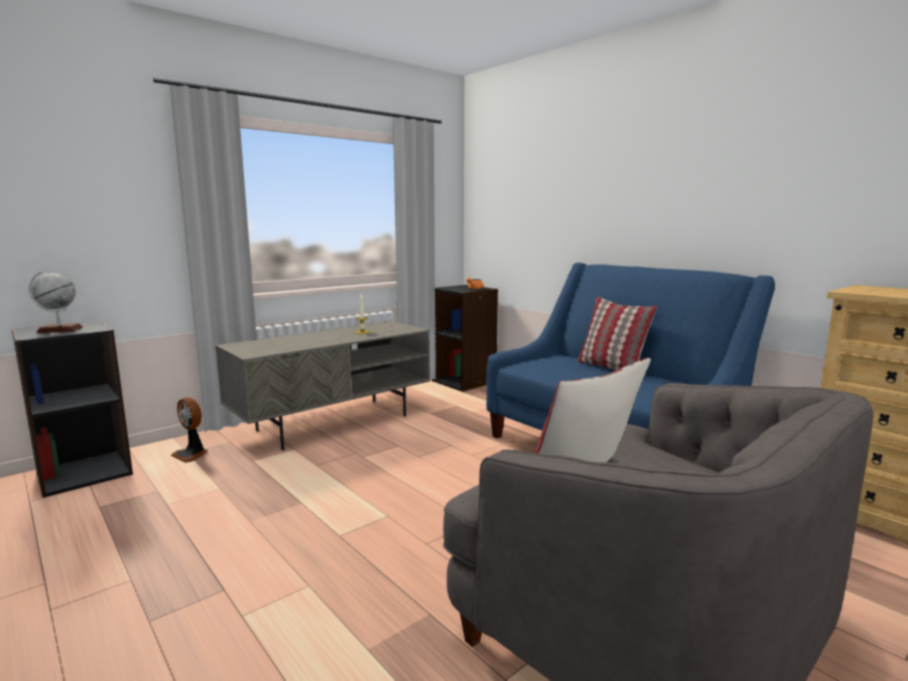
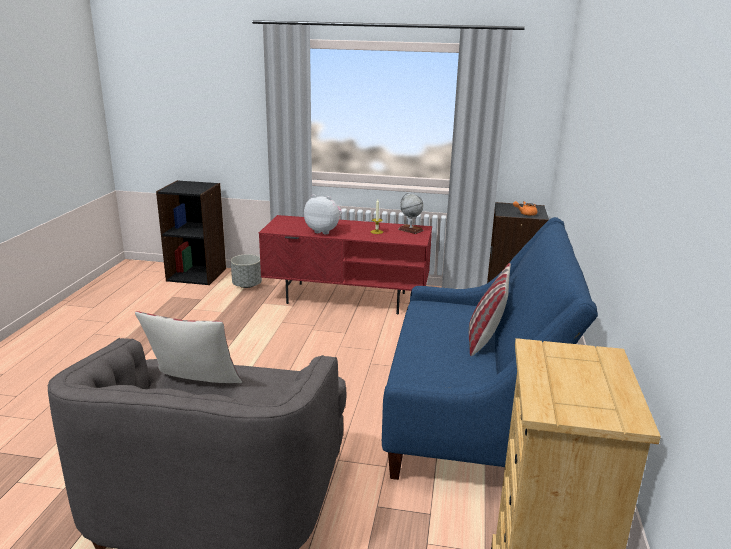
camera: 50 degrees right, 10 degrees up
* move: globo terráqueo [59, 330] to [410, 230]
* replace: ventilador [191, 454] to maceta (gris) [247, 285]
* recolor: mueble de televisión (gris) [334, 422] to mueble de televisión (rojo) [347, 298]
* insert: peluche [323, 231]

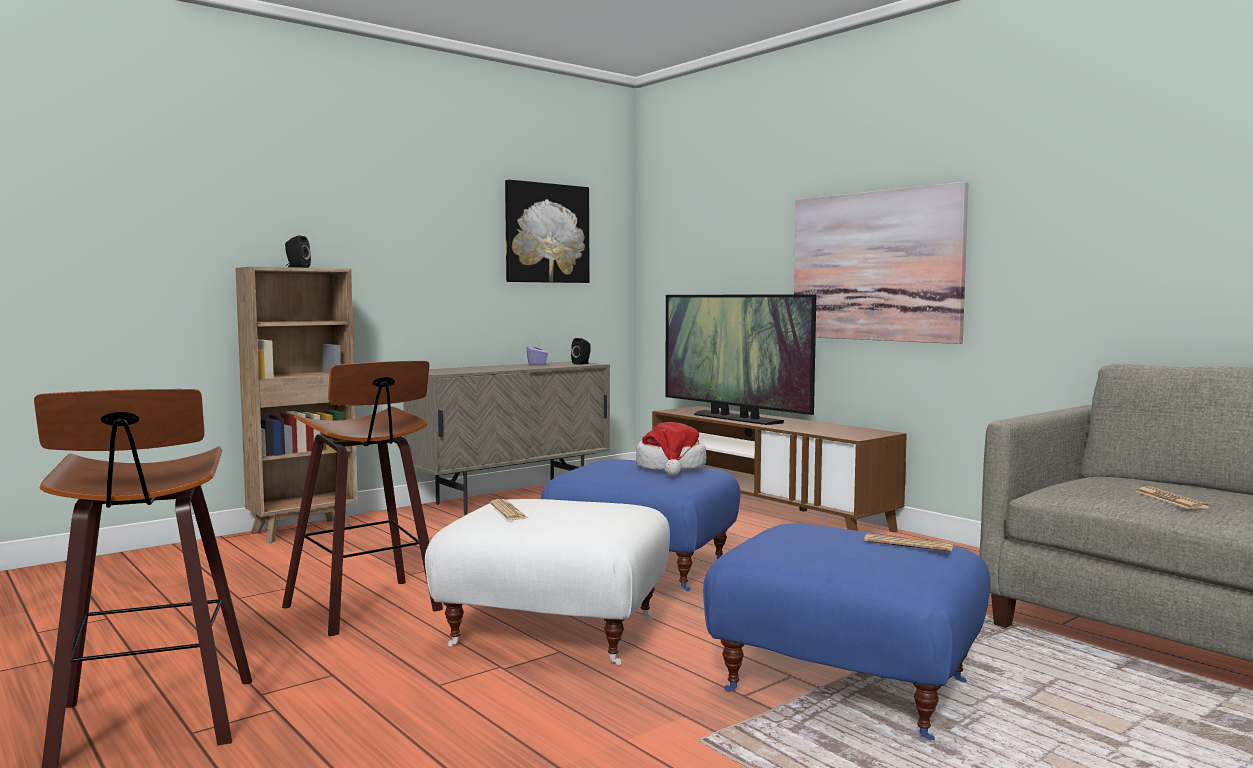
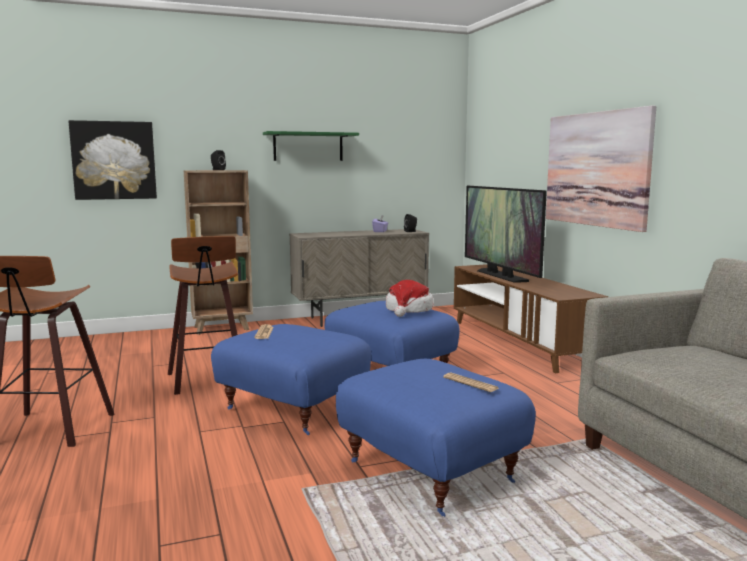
camera: 20 degrees right, 5 degrees up
* recolor: puf (blanco) [552, 633] to puf (azul) [291, 410]
* move: cuadro [546, 233] to [114, 160]
* delete: periódico [1170, 500]
* insert: estante (verde) [308, 146]

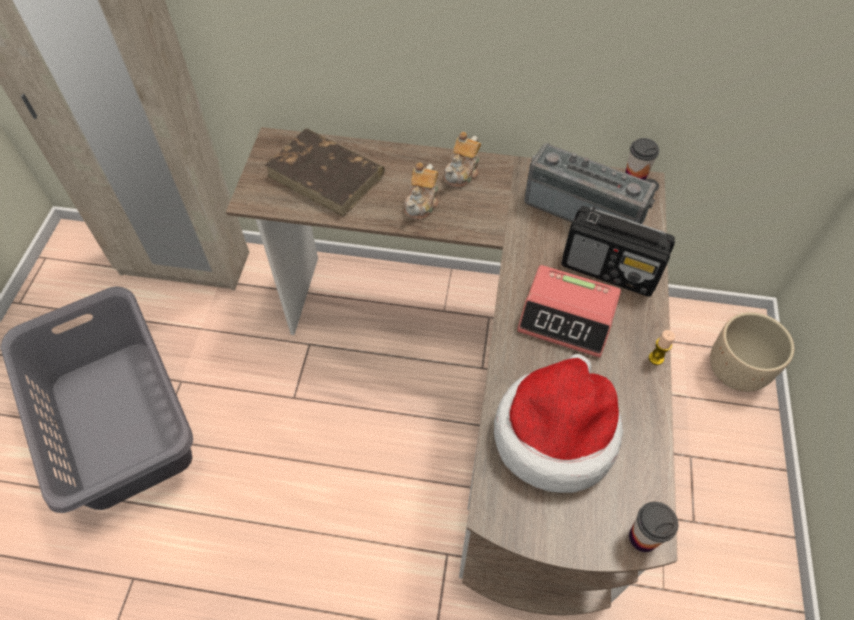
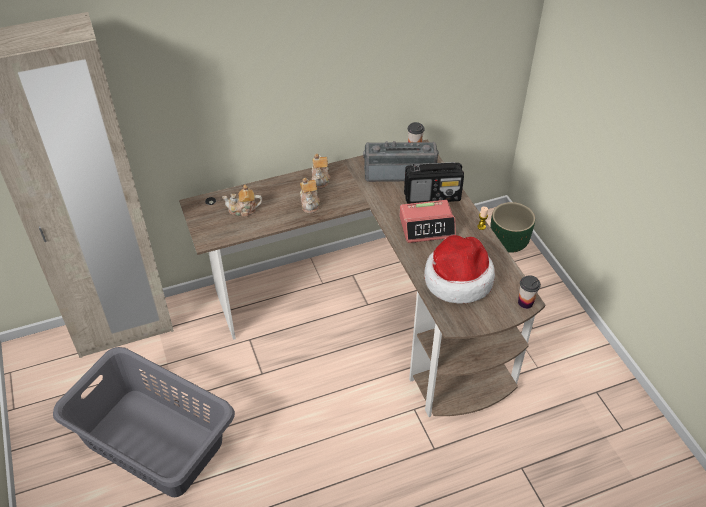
camera: 30 degrees left, 10 degrees down
* replace: libro (marrón) [327, 175] to tetera [243, 210]
* recolor: maceta (beis) [737, 370] to maceta (verde) [508, 243]

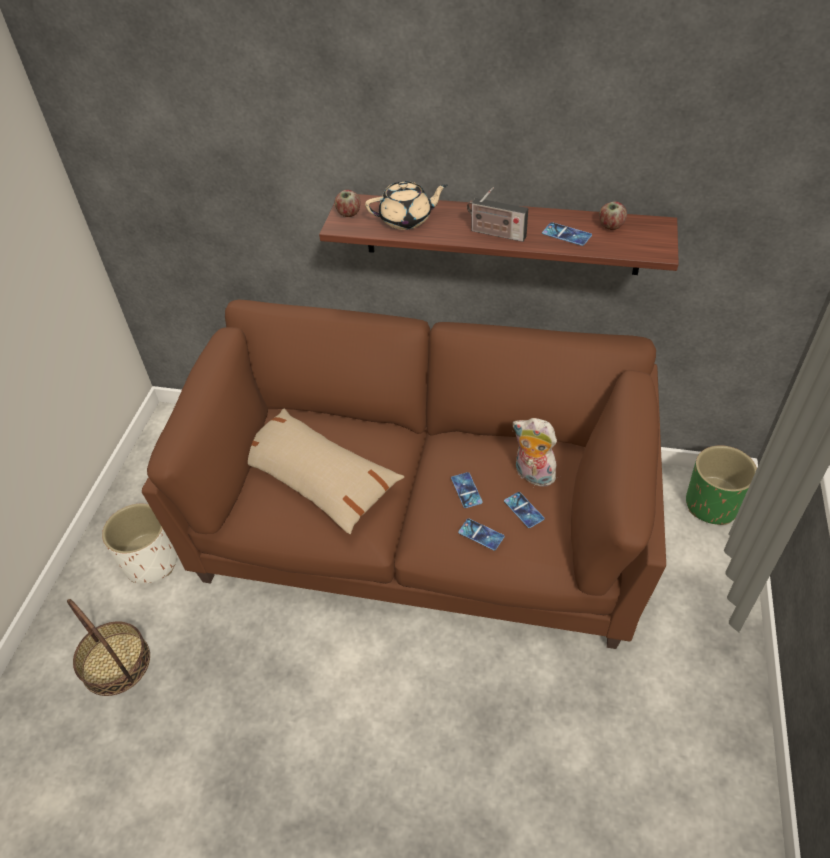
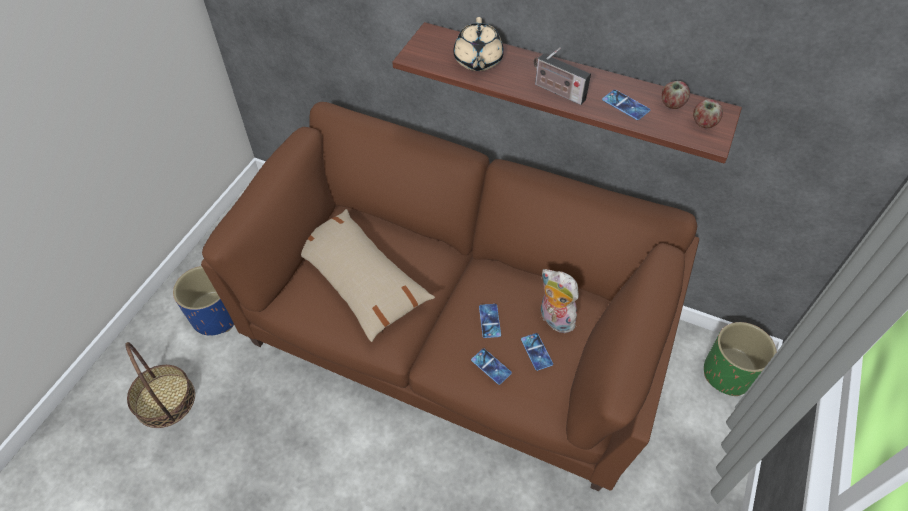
camera: 10 degrees right, 5 degrees up
* recolor: maceta (blanco) [151, 562] to maceta (azul) [216, 316]
* move: manzana [348, 214] to [703, 123]
* rotate: tetera (beis) [406, 219] = [477, 61] 90 degrees clockwise

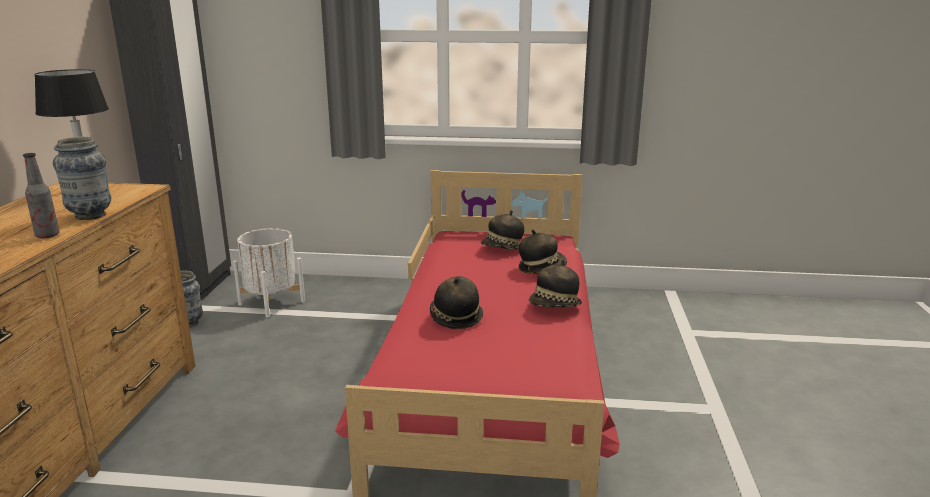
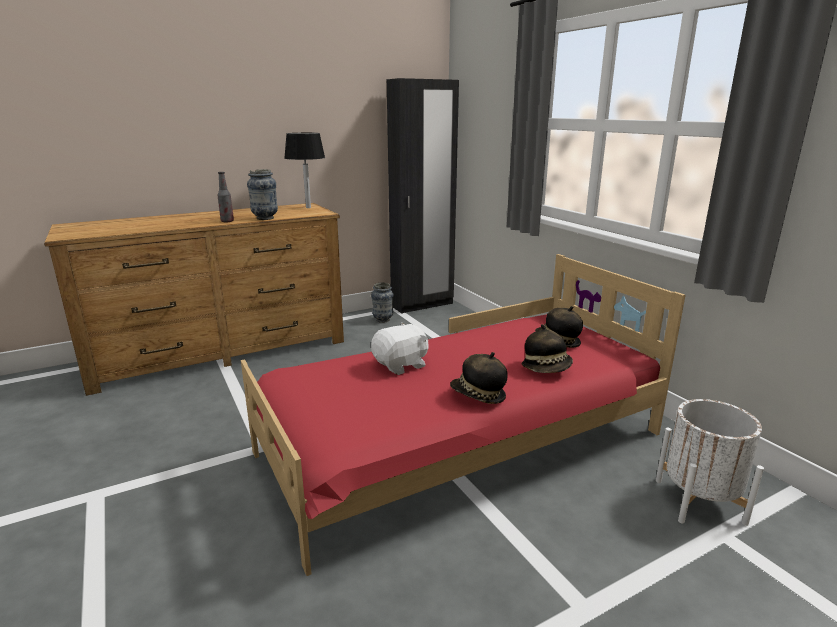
camera: 55 degrees right, 0 degrees up
* move: maceta (blanco) [272, 303] to [699, 501]
* replace: sombrero [455, 317] to peluche (blanco) [401, 365]

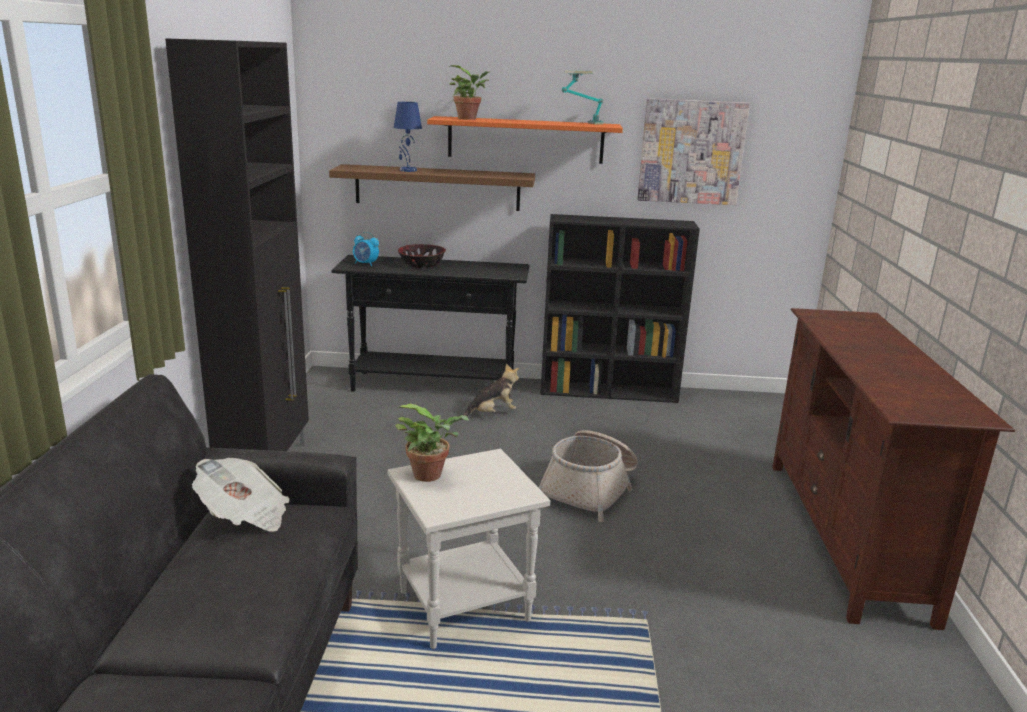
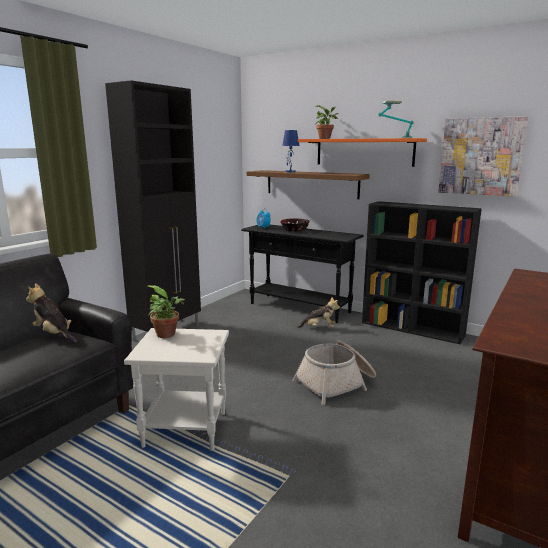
camera: 30 degrees right, 5 degrees down
* replace: periódico [245, 515] to peluche [54, 334]

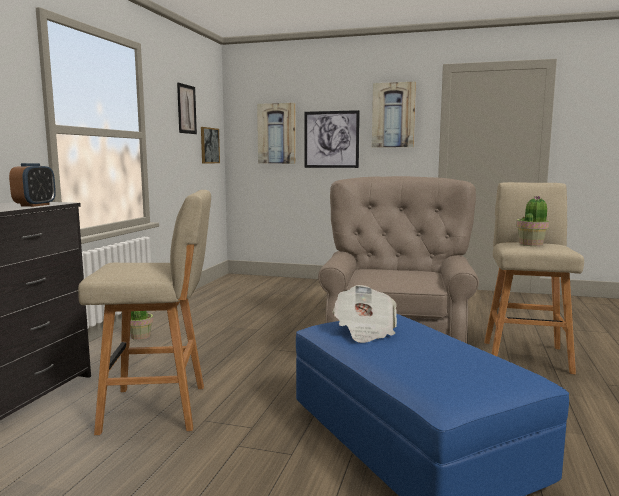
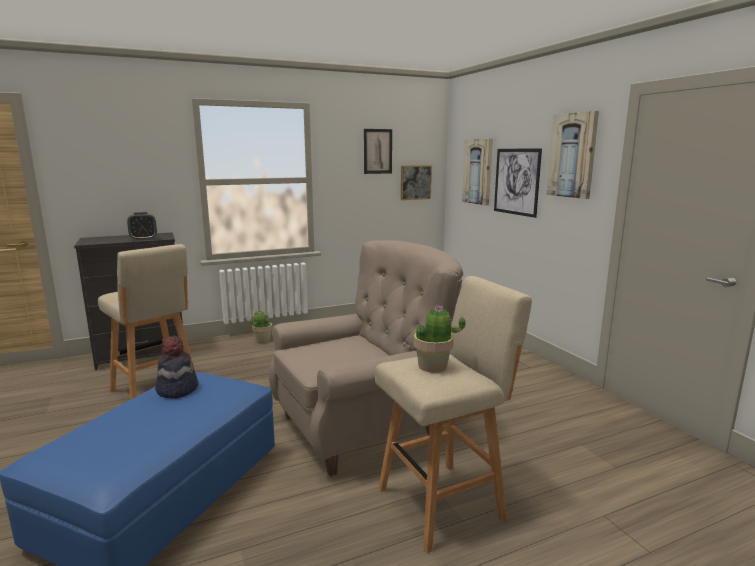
camera: 50 degrees right, 5 degrees up
* replace: periódico [365, 331] to sombrero [177, 389]

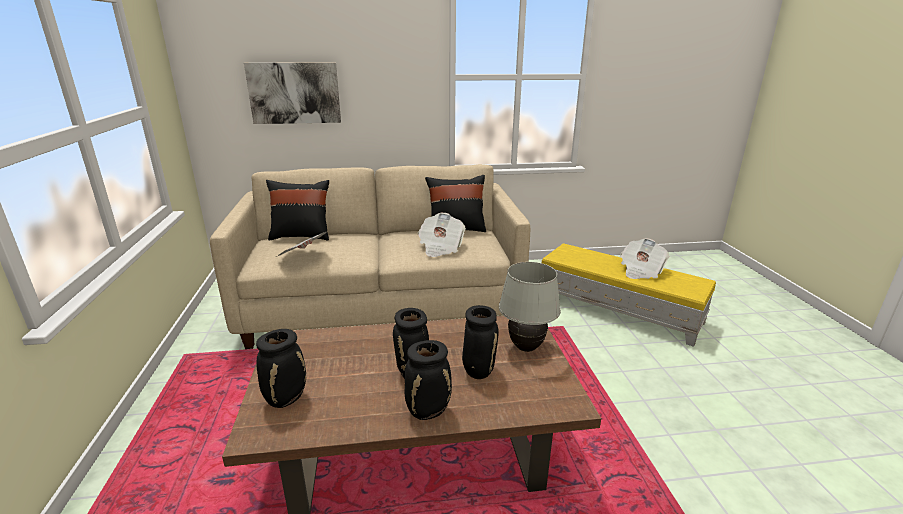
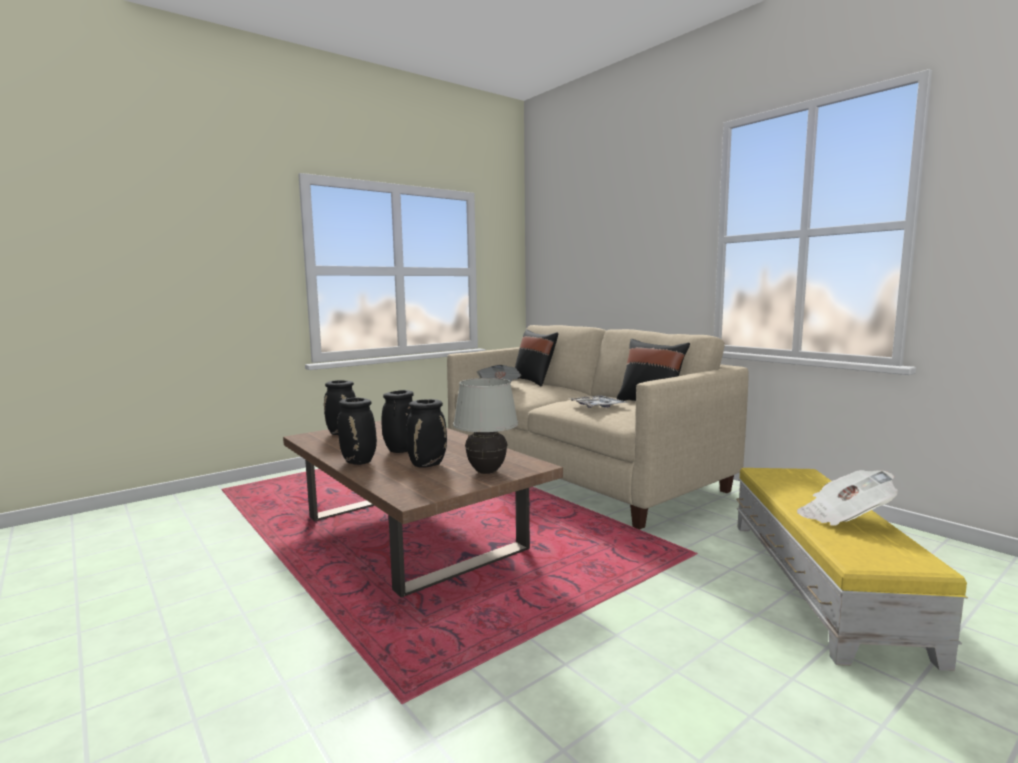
camera: 60 degrees right, 15 degrees down
* delete: cuadro [294, 93]
* replace: periódico [440, 247] to bandeja [597, 407]

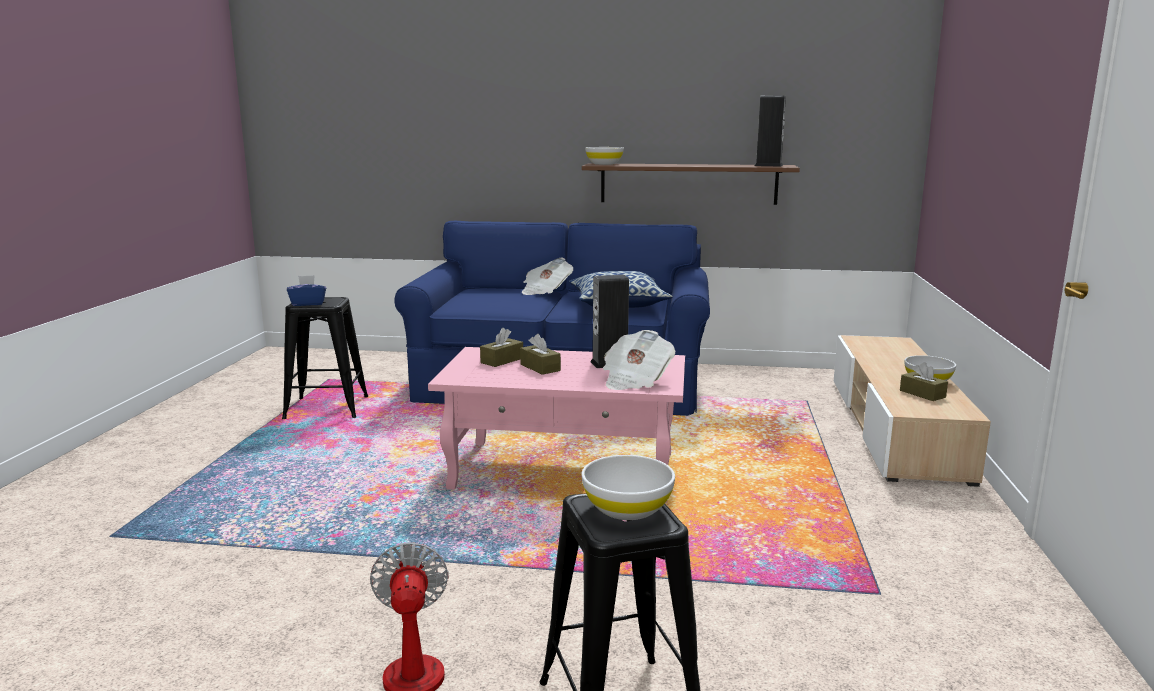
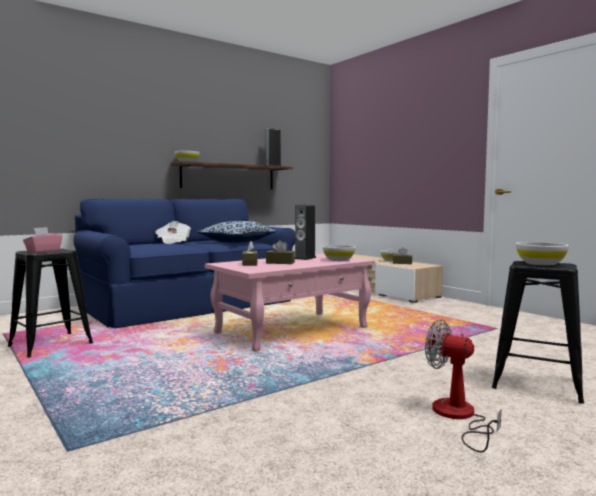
camera: 45 degrees left, 10 degrees down
* recolor: caja de pañuelos (azul) [308, 303] to caja de pañuelos (rosa) [43, 251]
* replace: periódico [635, 380] to cuenco (blanco) [339, 260]

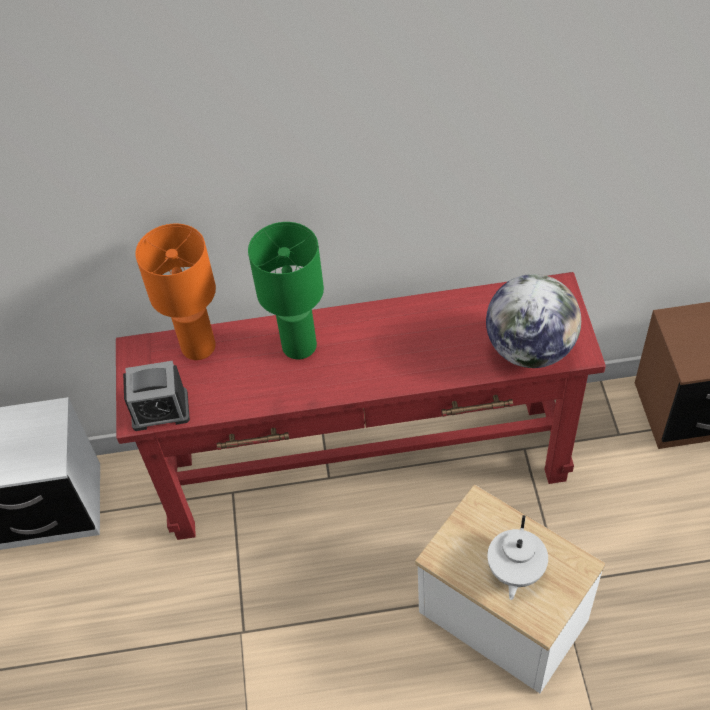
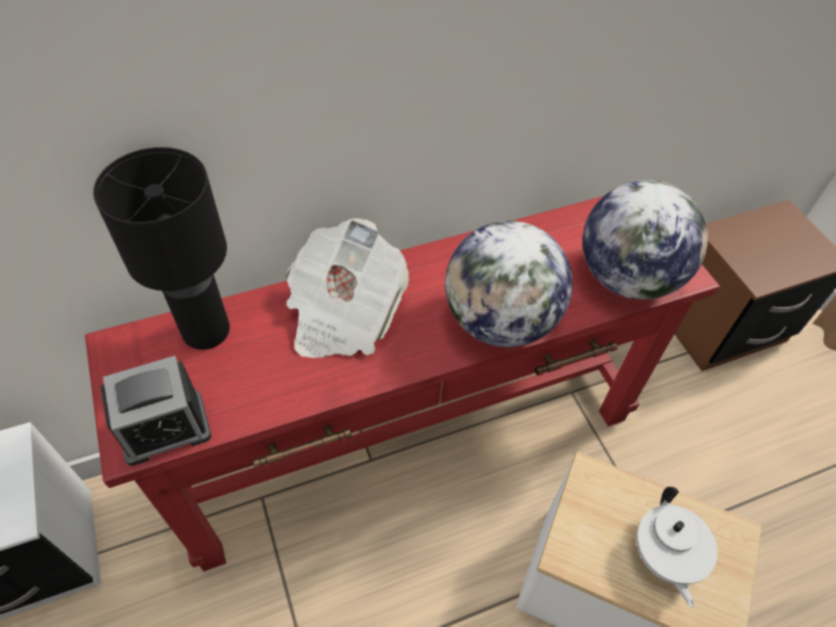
camera: 20 degrees left, 0 degrees up
* recolor: lámpara de mesa (naranja) [199, 347] to lámpara de mesa (negro) [207, 330]
* replace: lámpara de mesa (verde) [299, 347] to periódico [343, 313]
* insert: globo terráqueo [500, 321]

